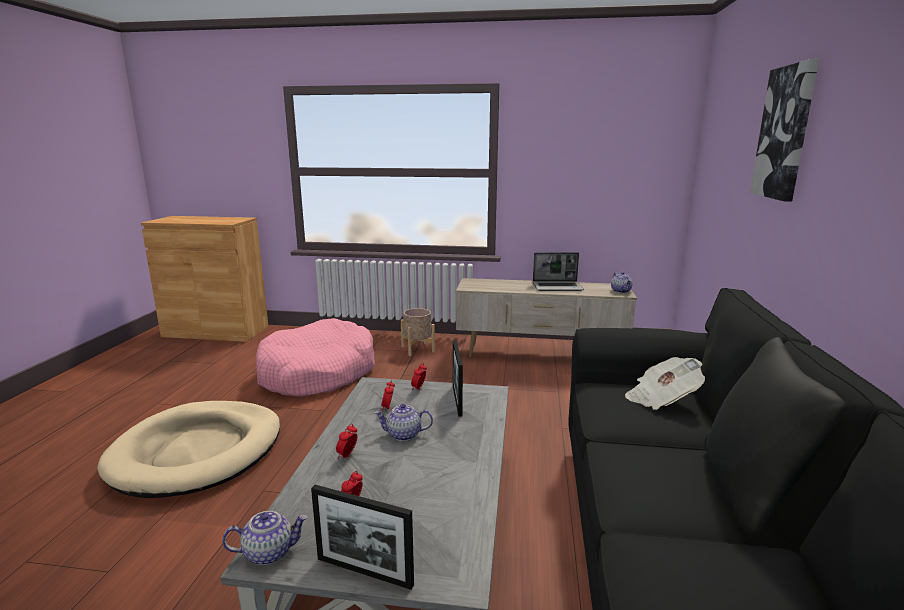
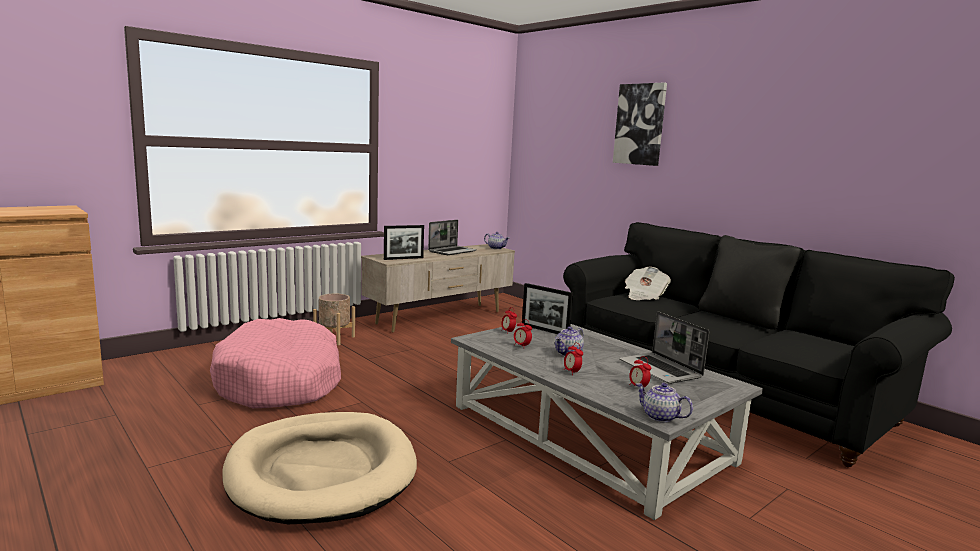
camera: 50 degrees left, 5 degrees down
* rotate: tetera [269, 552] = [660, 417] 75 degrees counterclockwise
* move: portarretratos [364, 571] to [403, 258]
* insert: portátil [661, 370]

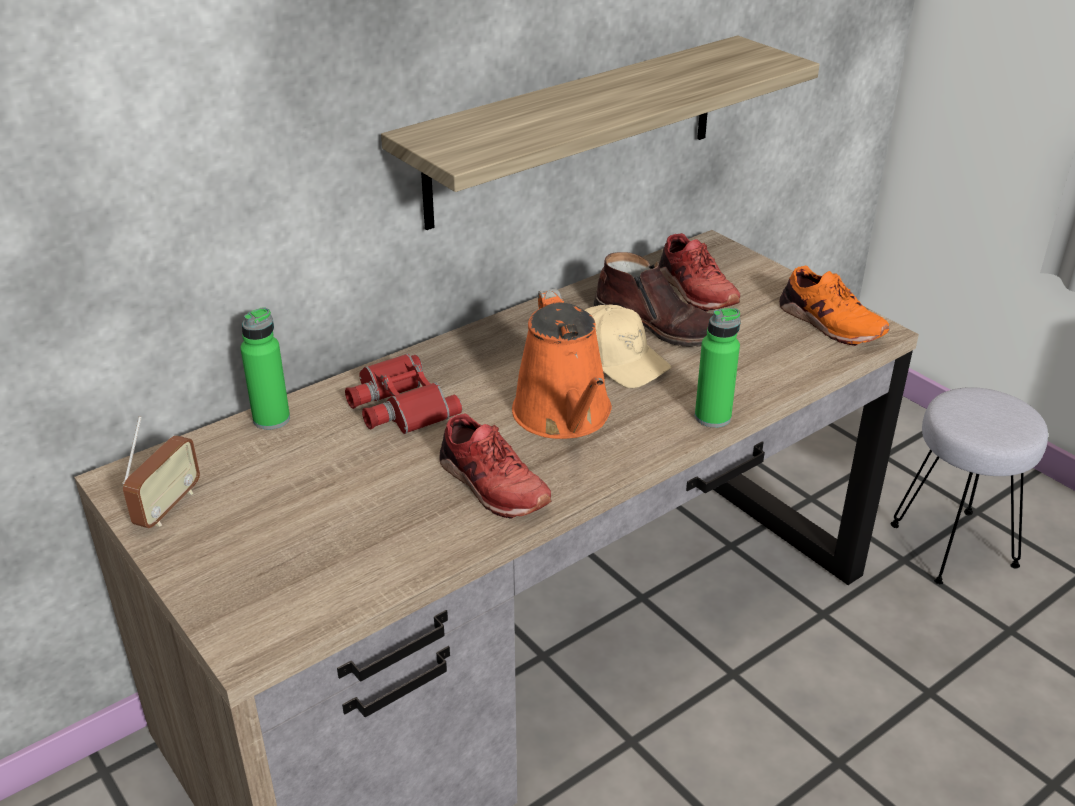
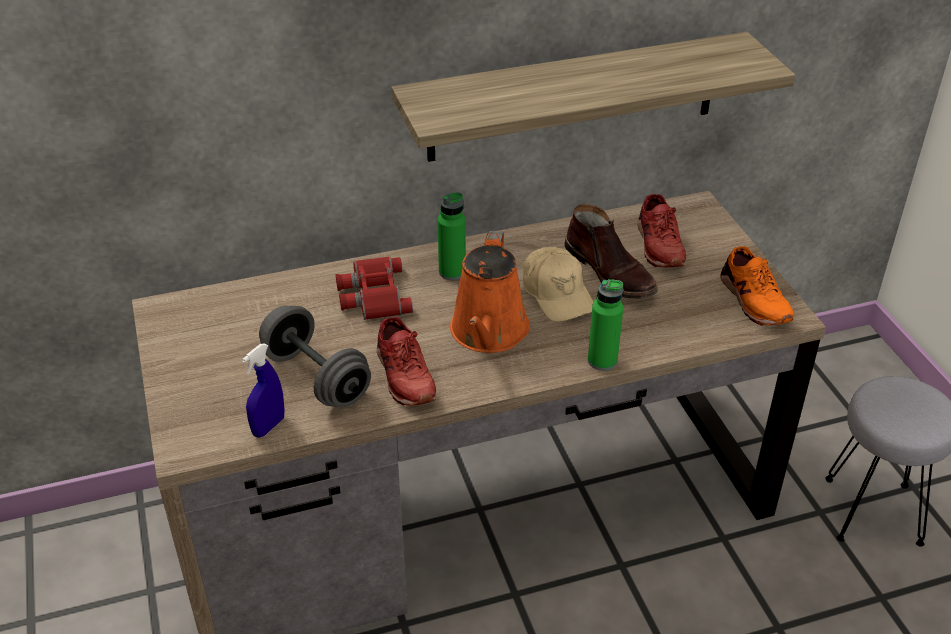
camera: 20 degrees right, 5 degrees up
* delete: radio [168, 507]
* move: botella (verde) [271, 419] to [452, 272]
* insert: pulverizador (azul) [268, 426]
* insert: mancuerna (gris) [316, 377]

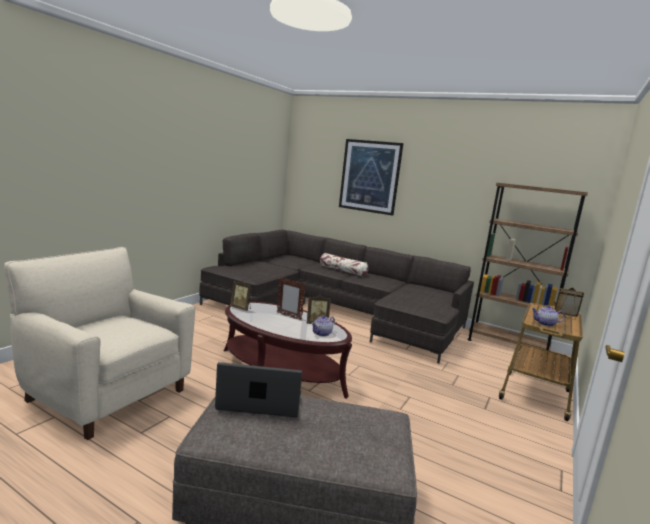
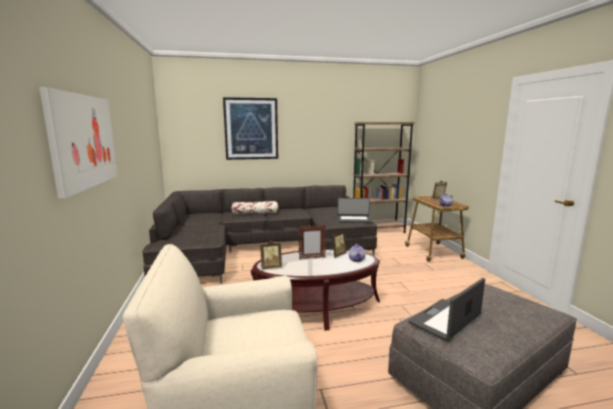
camera: 40 degrees left, 0 degrees up
* insert: cuadro [83, 141]
* insert: portátil [353, 219]

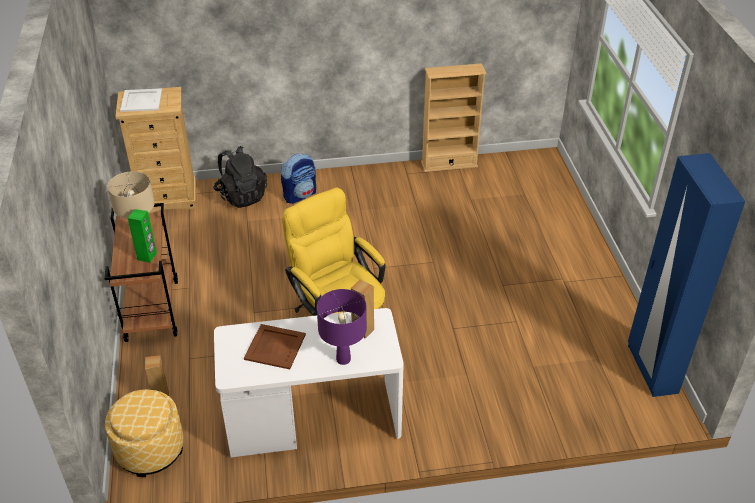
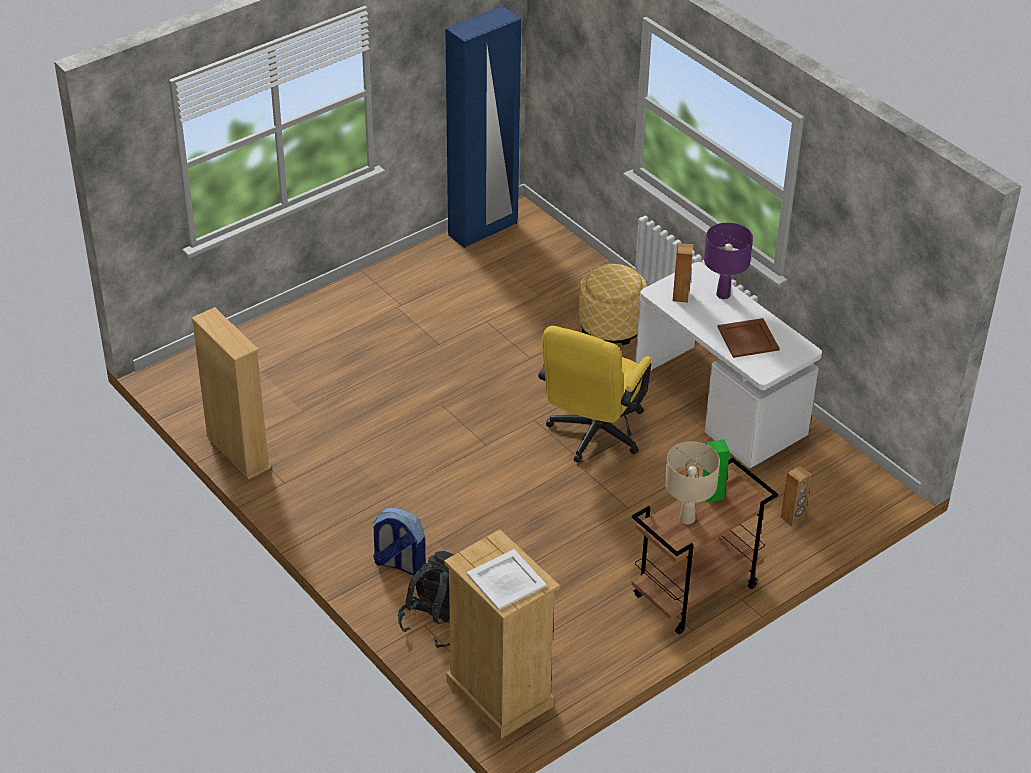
camera: 120 degrees left, 0 degrees up
* move: puf [150, 449] to [611, 326]

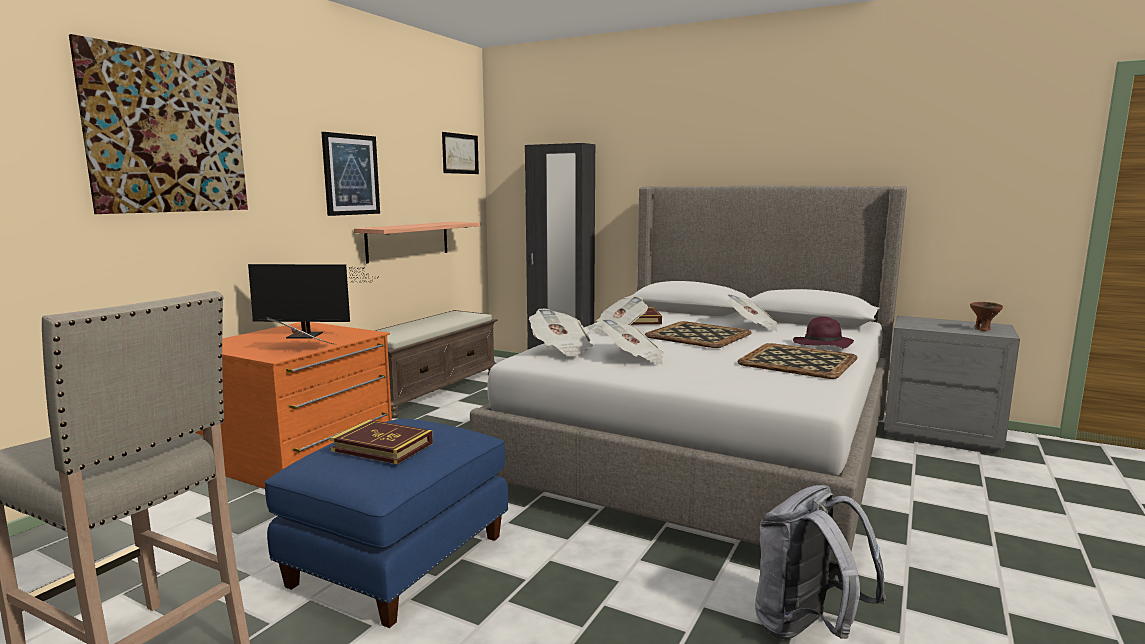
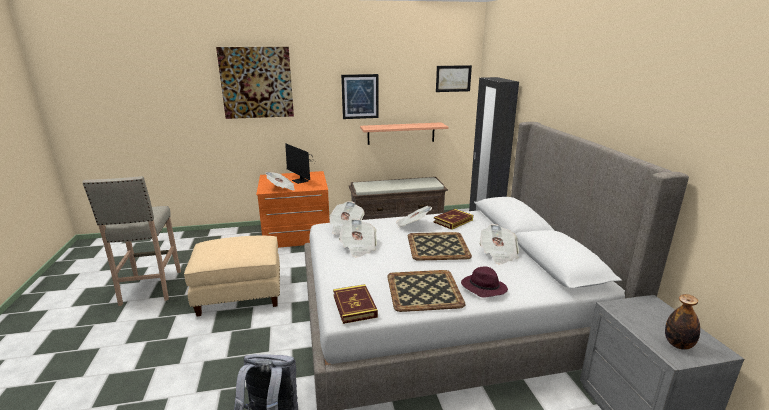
camera: 50 degrees right, 10 degrees up
* recolor: puf (azul) [398, 559] to puf (beis) [240, 294]
* move: libro [382, 447] to [354, 306]
* replace: cuenco (marrón) [983, 329] to botella [678, 344]

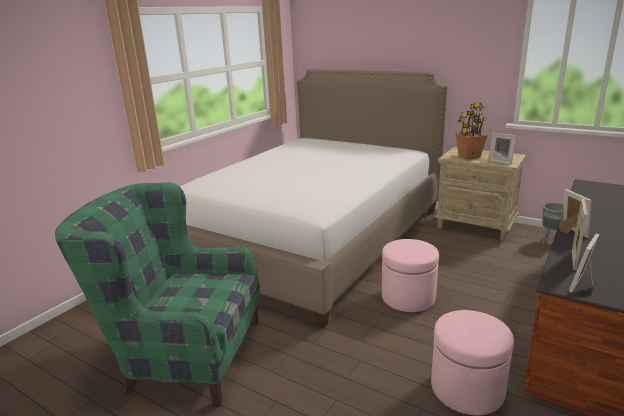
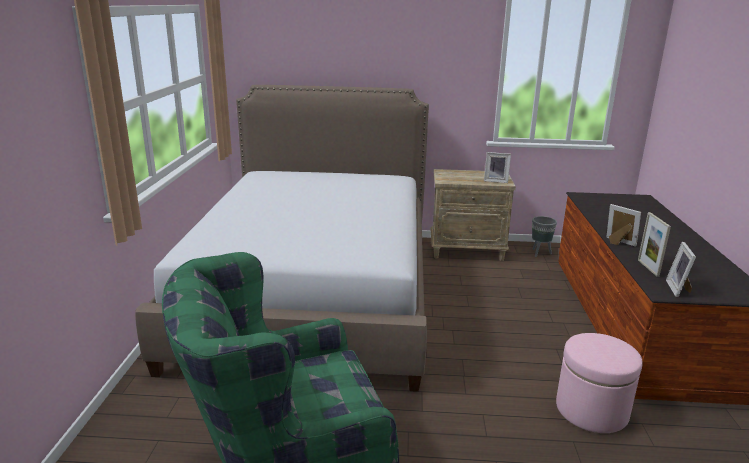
camera: 30 degrees left, 0 degrees up
* delete: puf (rosa) [408, 297]
* delete: planta en maceta [469, 156]

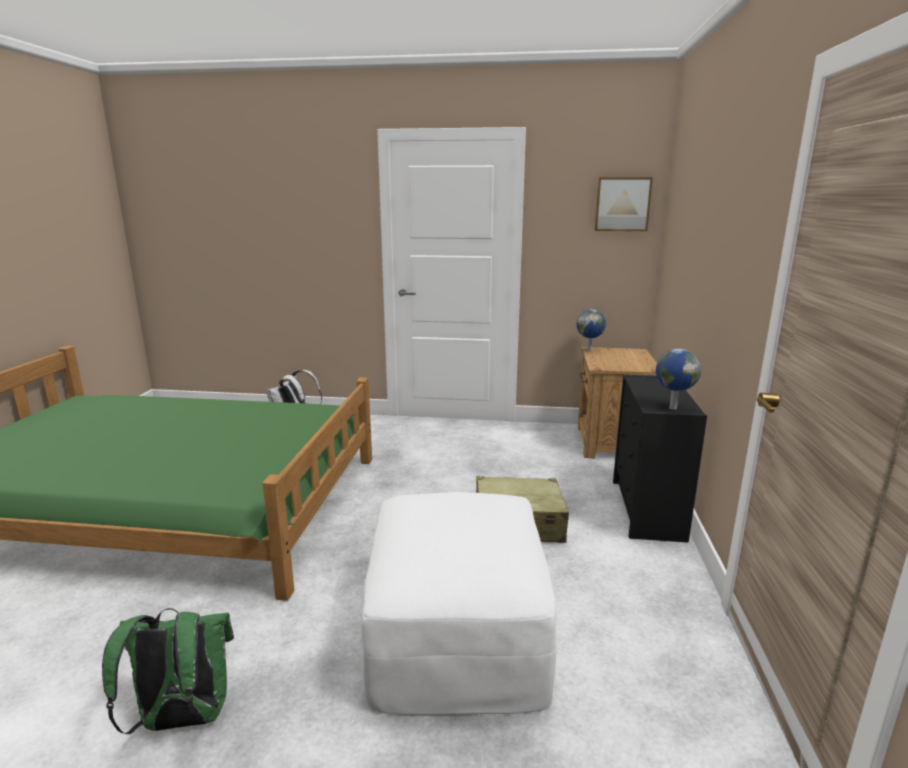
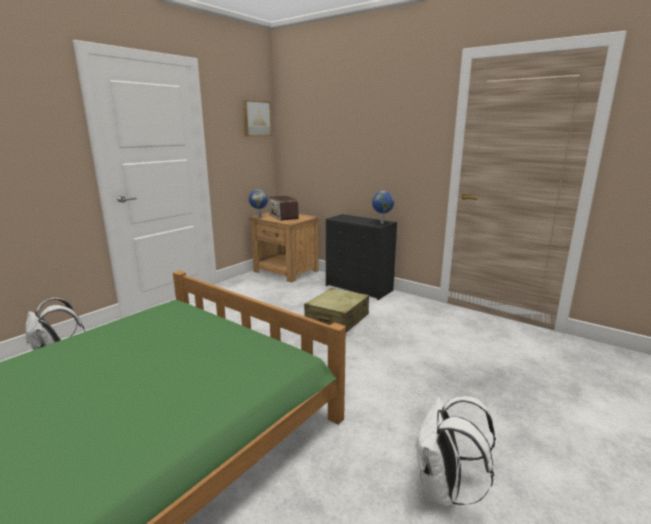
camera: 60 degrees left, 0 degrees up
* recolor: mochila (verde) [182, 720] to mochila (blanco) [443, 490]
* delete: puf (blanco) [457, 629]
* insert: radio [283, 216]

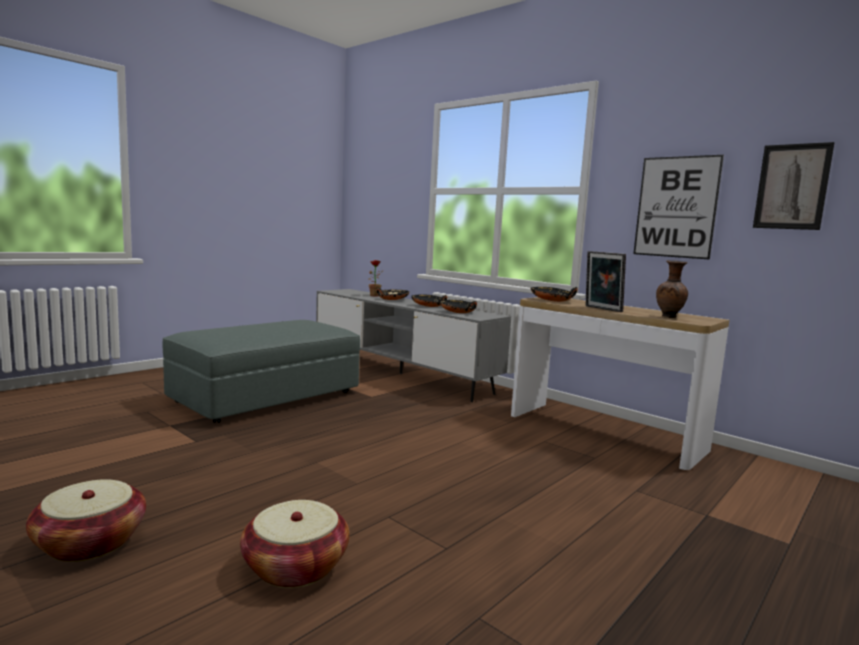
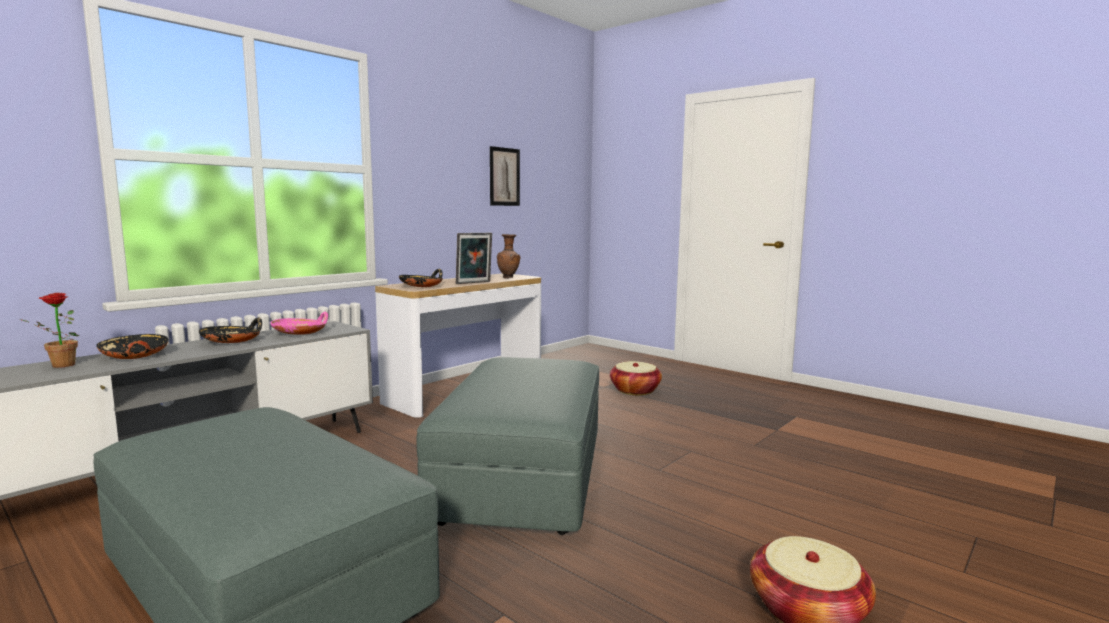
camera: 90 degrees left, 0 degrees up
* move: cesta [295, 567] to [635, 390]
* recolor: cuenco (negro) [458, 312] to cuenco (rosa) [300, 333]
* delete: cuadro [676, 207]
* insert: puf (gris) [523, 476]

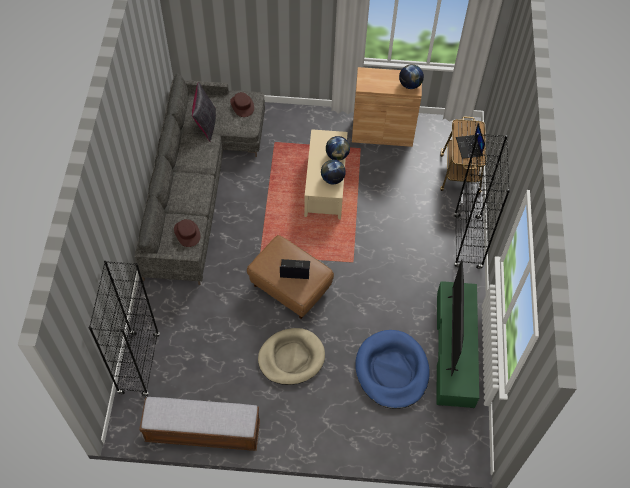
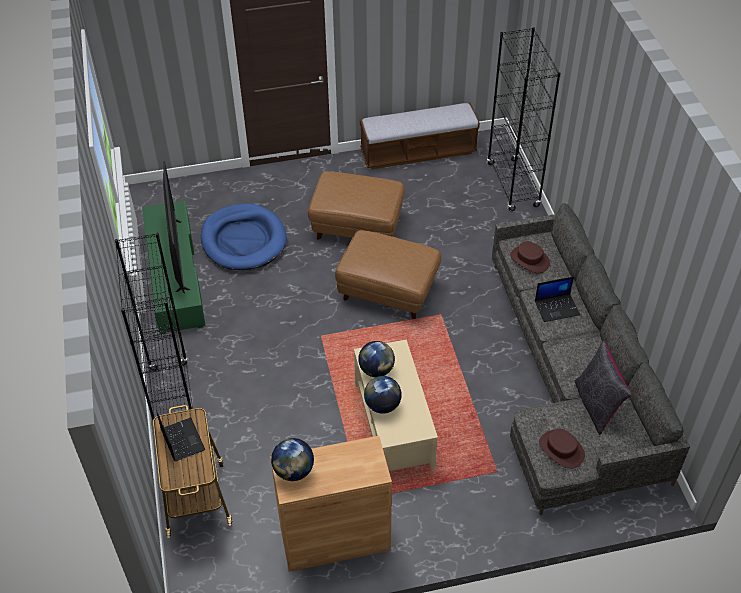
camera: 165 degrees right, 10 degrees down
* replace: cama para perro (beis) [291, 358] to puf (marrón) [357, 226]
* move: portátil [294, 270] to [557, 307]

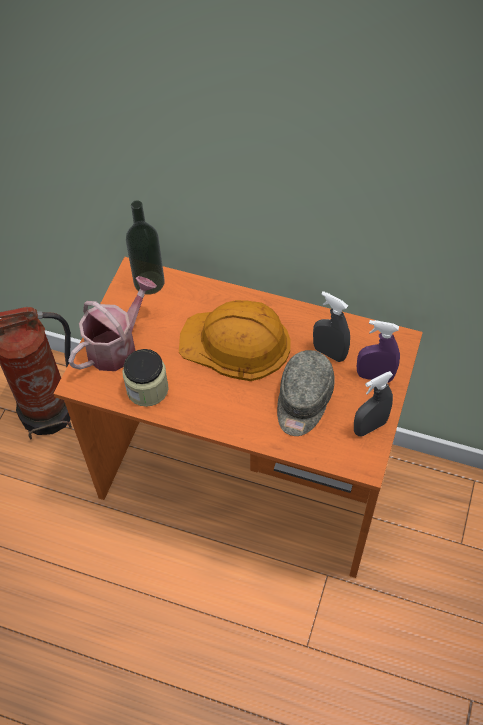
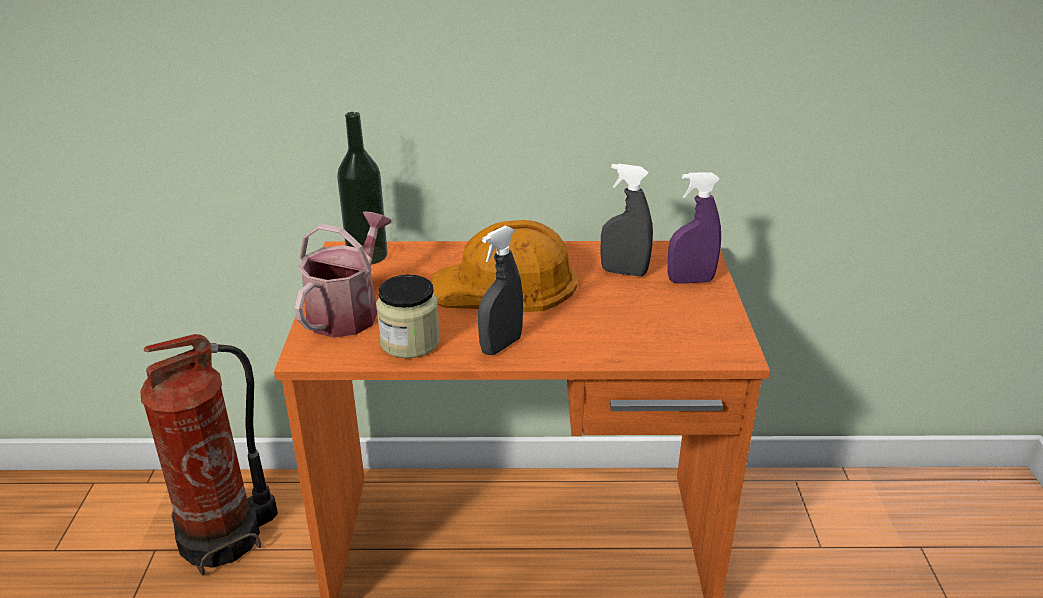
camera: 20 degrees left, 25 degrees down
* delete: gorra (gris) [303, 401]
* move: pulverizador (gris) [369, 427] to [501, 346]

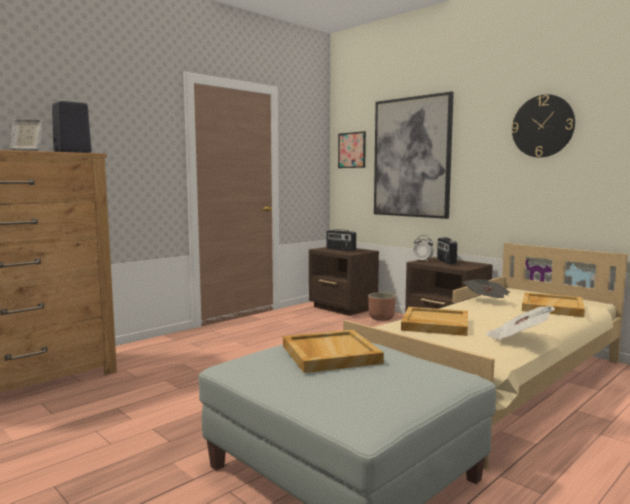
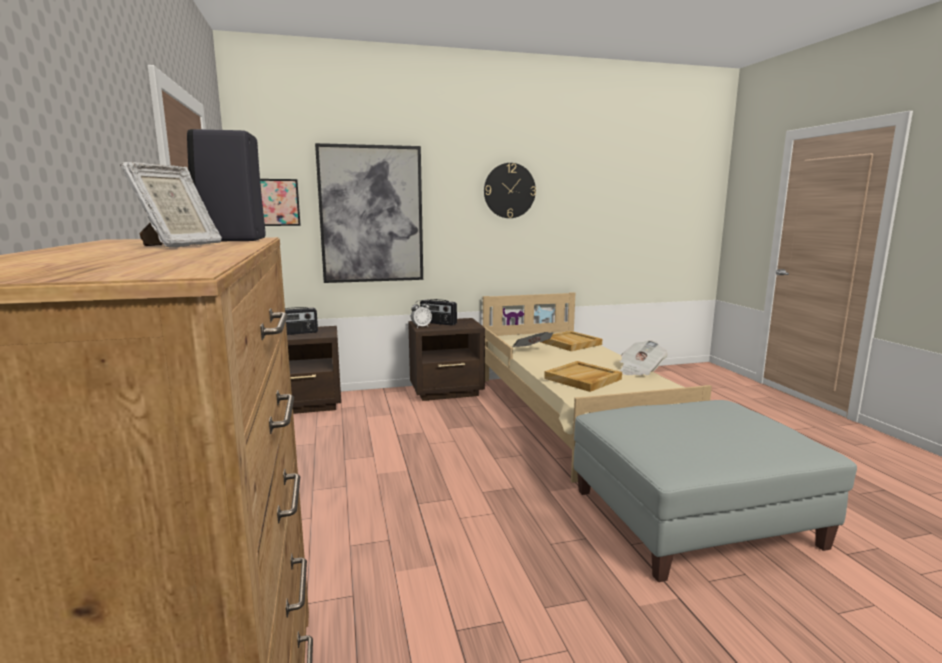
camera: 60 degrees left, 5 degrees up
* delete: bandeja (beis) [329, 354]
* delete: maceta [381, 318]

